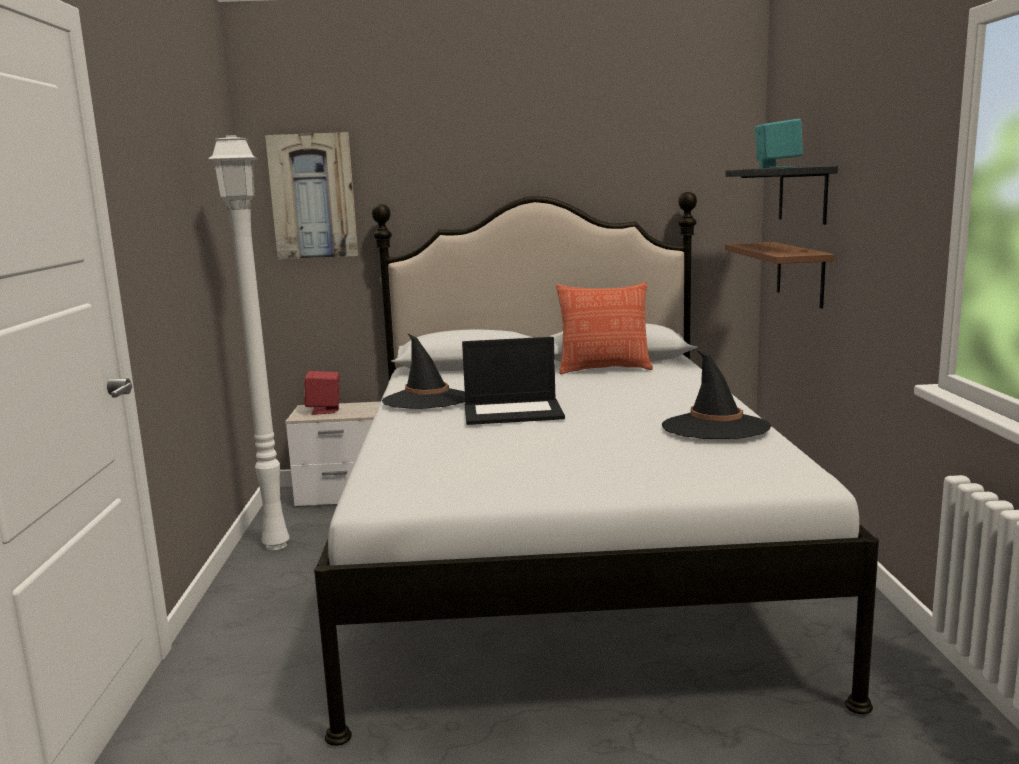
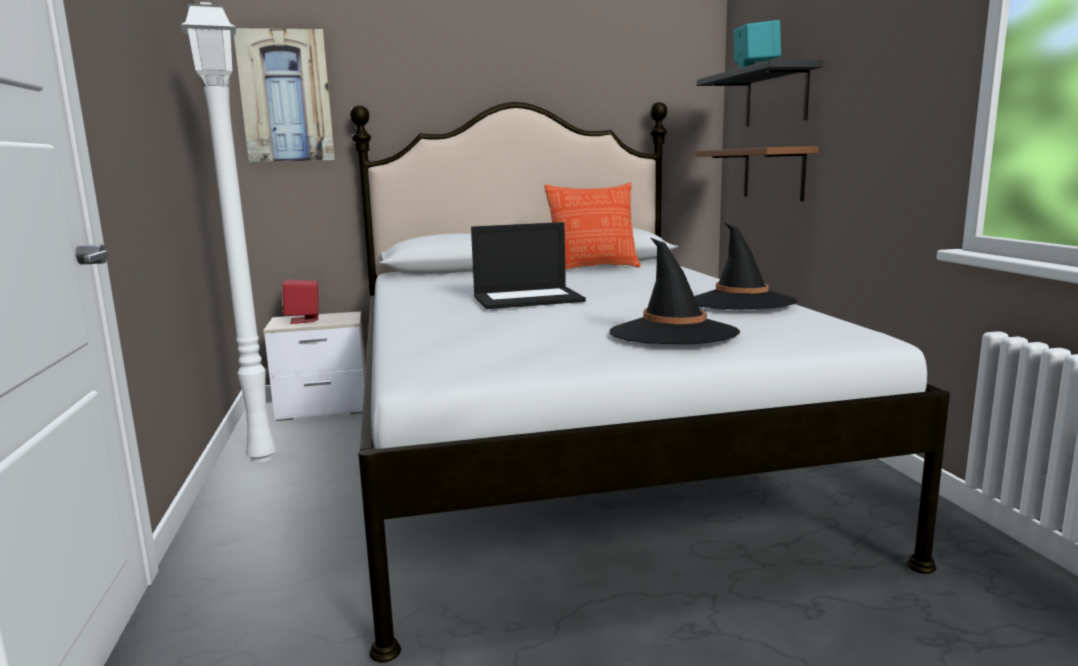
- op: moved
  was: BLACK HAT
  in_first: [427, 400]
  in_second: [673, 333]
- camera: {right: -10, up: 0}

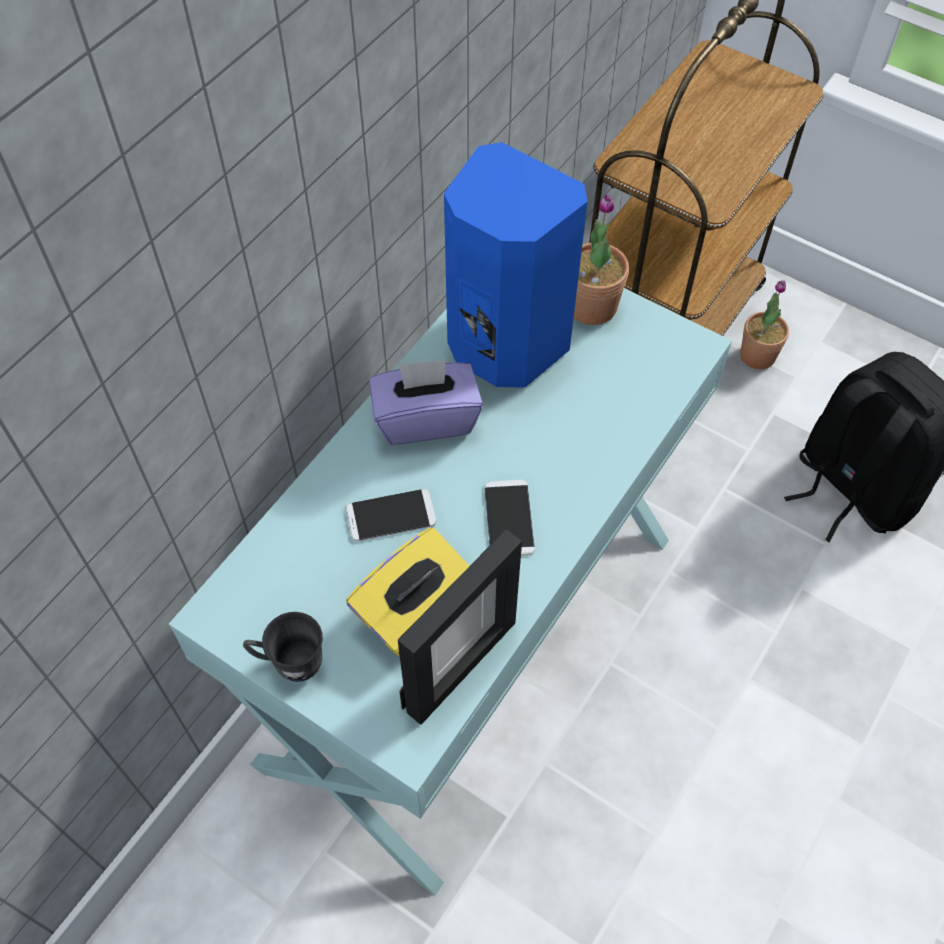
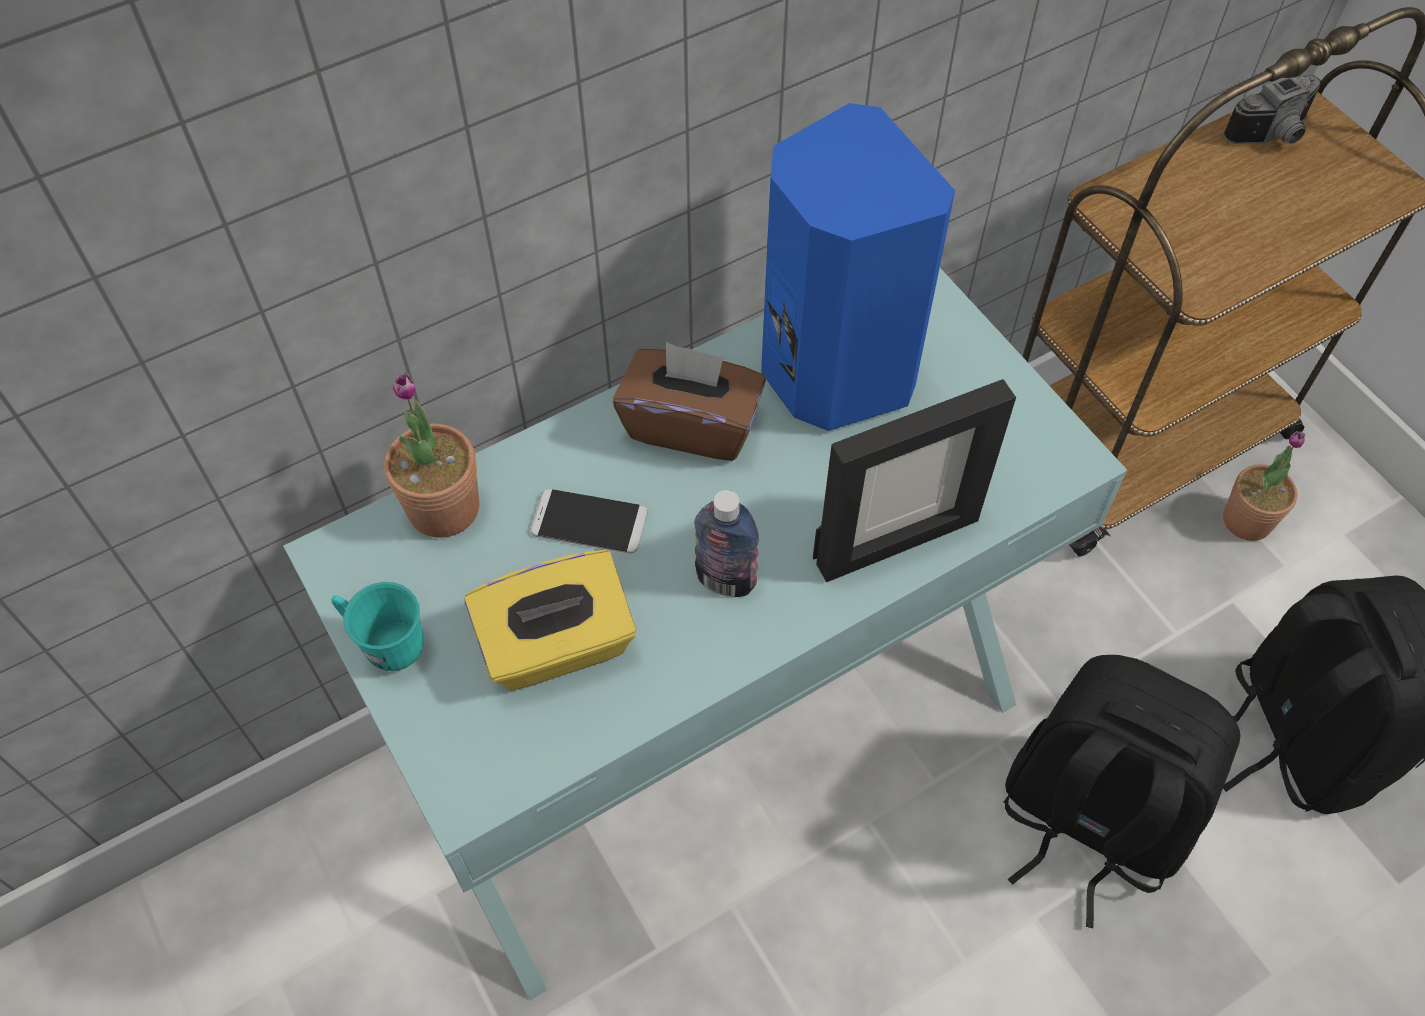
- op: recoloured
  was: GREY MUG
  now: TURQUOISE MUG
  in_first: [289, 663]
  in_second: [385, 645]
- op: recoloured
  was: PURPLE TISSUE BOX
  now: BROWN TISSUE BOX
  in_first: [426, 419]
  in_second: [691, 425]
- op: moved
  was: PICTURE FRAME
  in_first: [459, 665]
  in_second: [896, 539]
- op: replaced
  was: PHONE
  now: BOTTLE
  in_first: [509, 518]
  in_second: [725, 580]
- op: moved
  was: POTTED PLANT
  in_first: [592, 306]
  in_second: [443, 508]
- op: added
  now: BLACK BACKPACK
  in_second: [1087, 821]
- op: added
  now: PHOTO CAMERA
  in_second: [1273, 136]
- camera: {right: 25, up: 0}

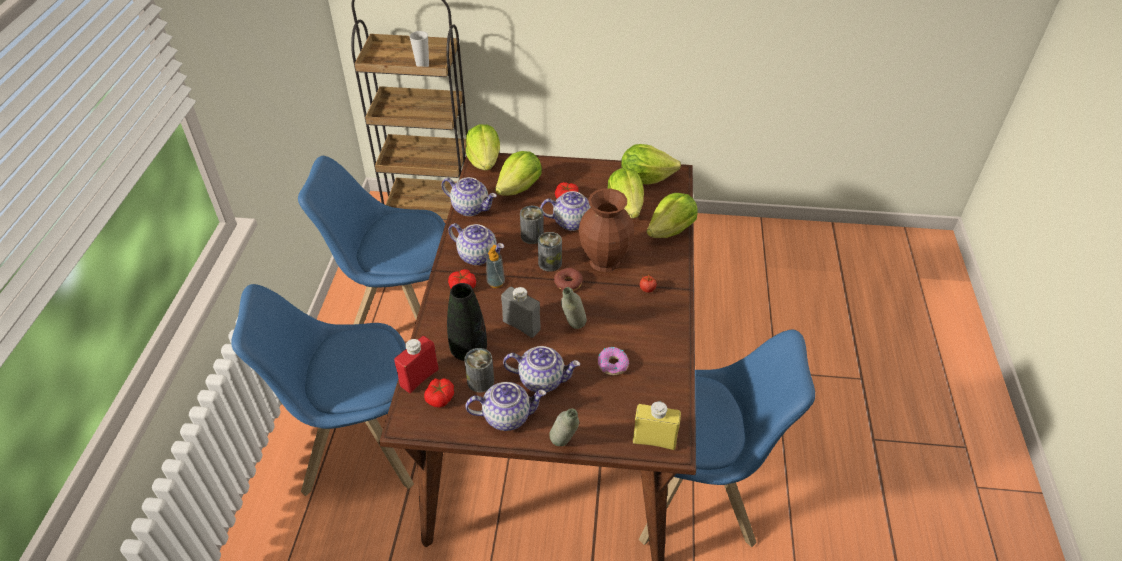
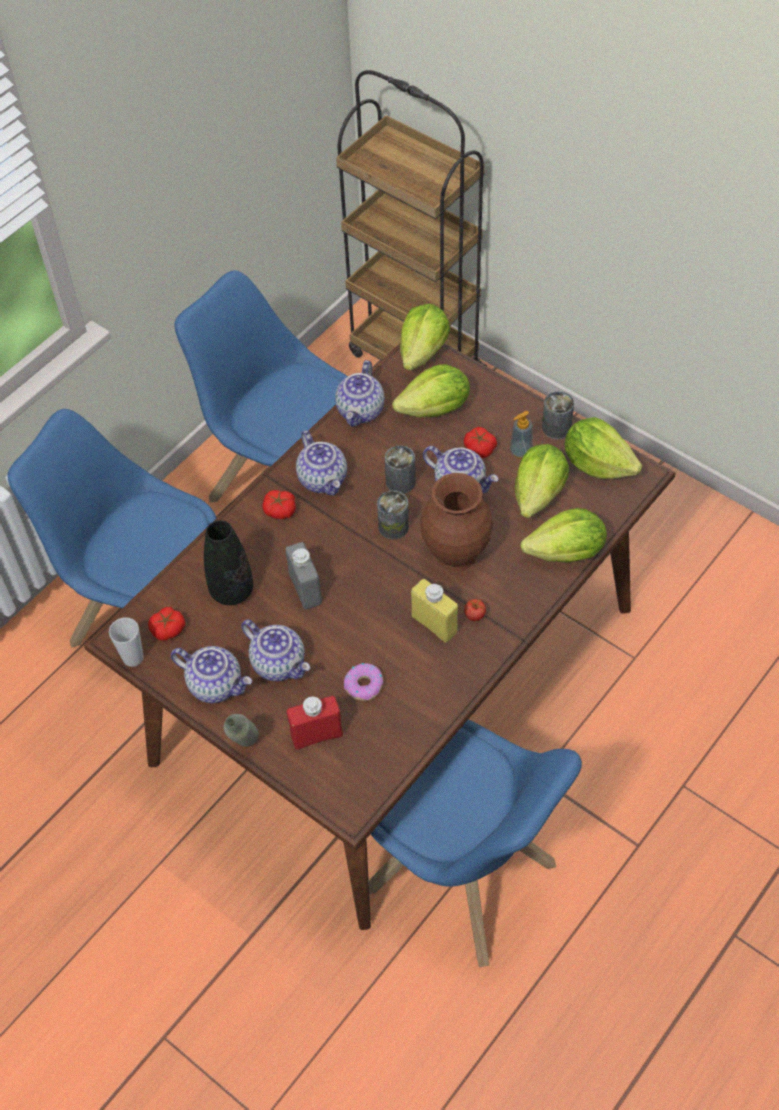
- op: moved
  was: RED BOTTLE
  in_first: [419, 377]
  in_second: [316, 735]
- op: moved
  was: CUP
  in_first: [422, 65]
  in_second: [133, 658]
- op: turned
  was: TEAPOT
  in_first: [471, 208]
  in_second: [361, 411]
  clockwise: 45
- op: moved
  was: CAN
  in_first: [480, 381]
  in_second: [556, 427]
- op: moved
  was: SOAP DISPENSER
  in_first: [495, 282]
  in_second: [520, 451]
- op: removed
  was: DONUT
  in_first: [568, 283]
- op: removed
  was: GREY BOTTLE
  in_first: [573, 329]
- op: moved
  was: YELLOW BOTTLE
  in_first: [654, 440]
  in_second: [434, 624]
- camera: {right: 35, up: 10}

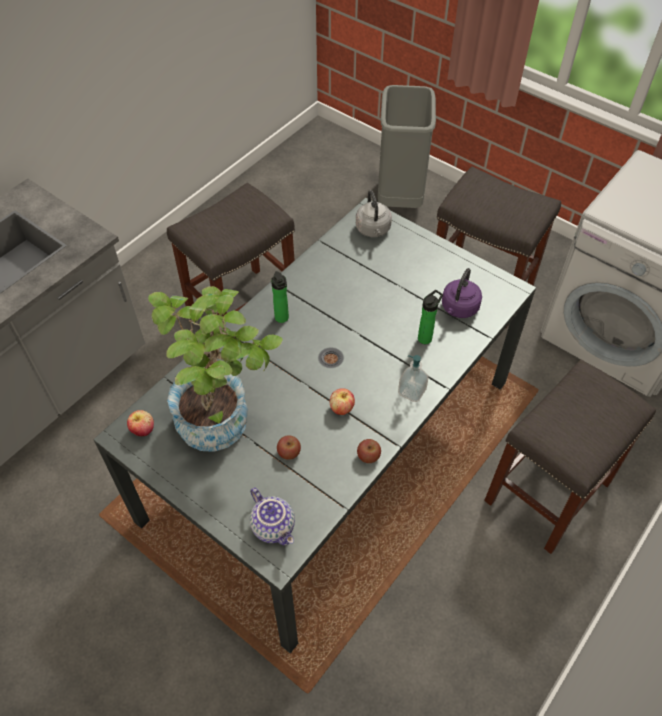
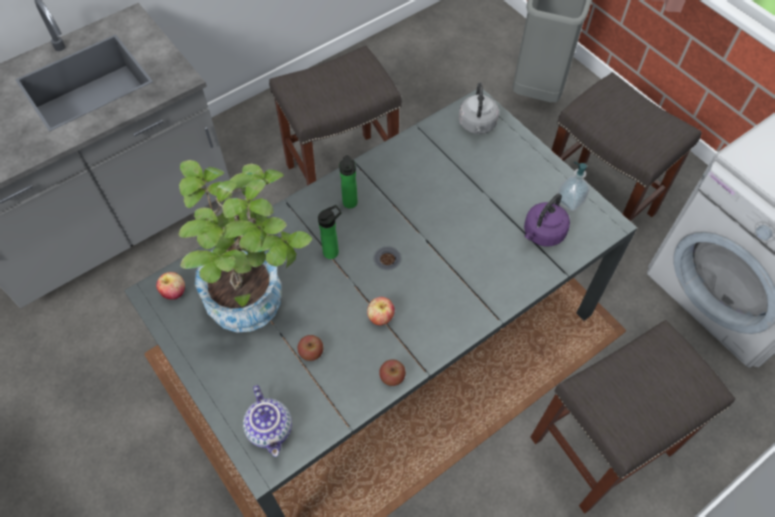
- op: moved
  was: SOAP DISPENSER
  in_first: [412, 391]
  in_second: [569, 201]
- op: moved
  was: BOTTLE
  in_first: [426, 337]
  in_second: [333, 251]
- camera: {right: 15, up: 5}

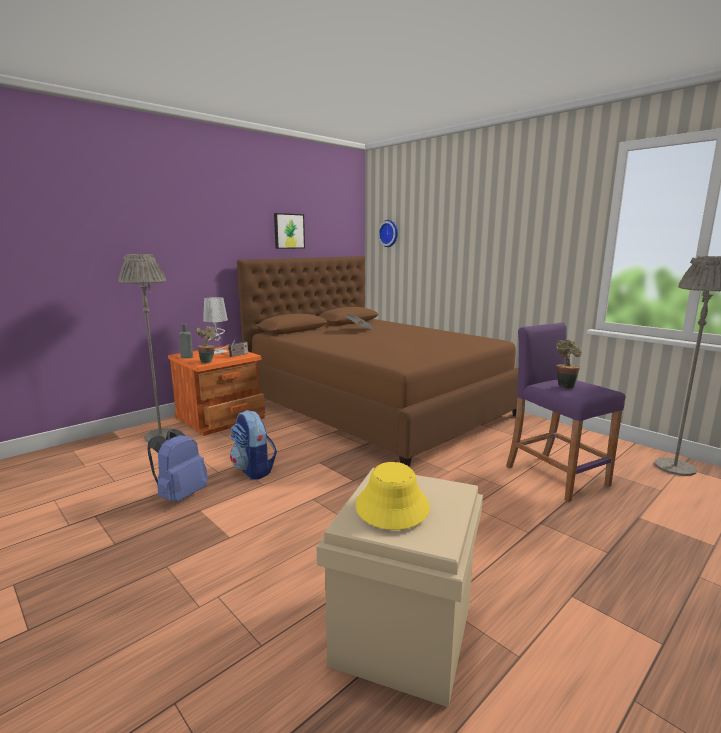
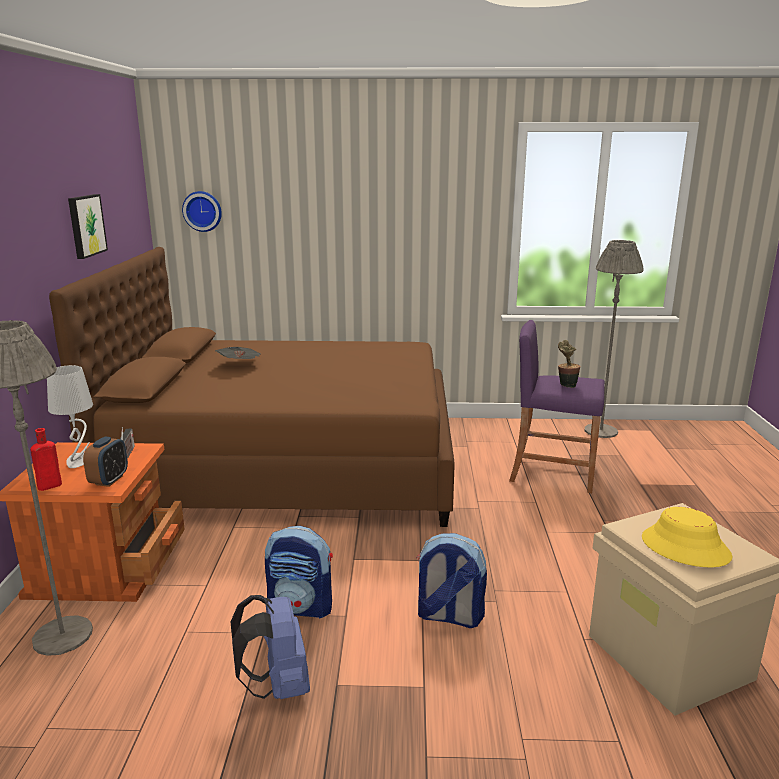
- op: recoloured
  was: GREY BOTTLE
  now: RED BOTTLE
  in_first: [186, 357]
  in_second: [48, 486]
- op: replaced
  was: POTTED PLANT
  now: ALARM CLOCK
  in_first: [208, 361]
  in_second: [109, 480]
- op: added
  now: BACKPACK
  in_second: [448, 616]
- camera: {right: -45, up: 5}

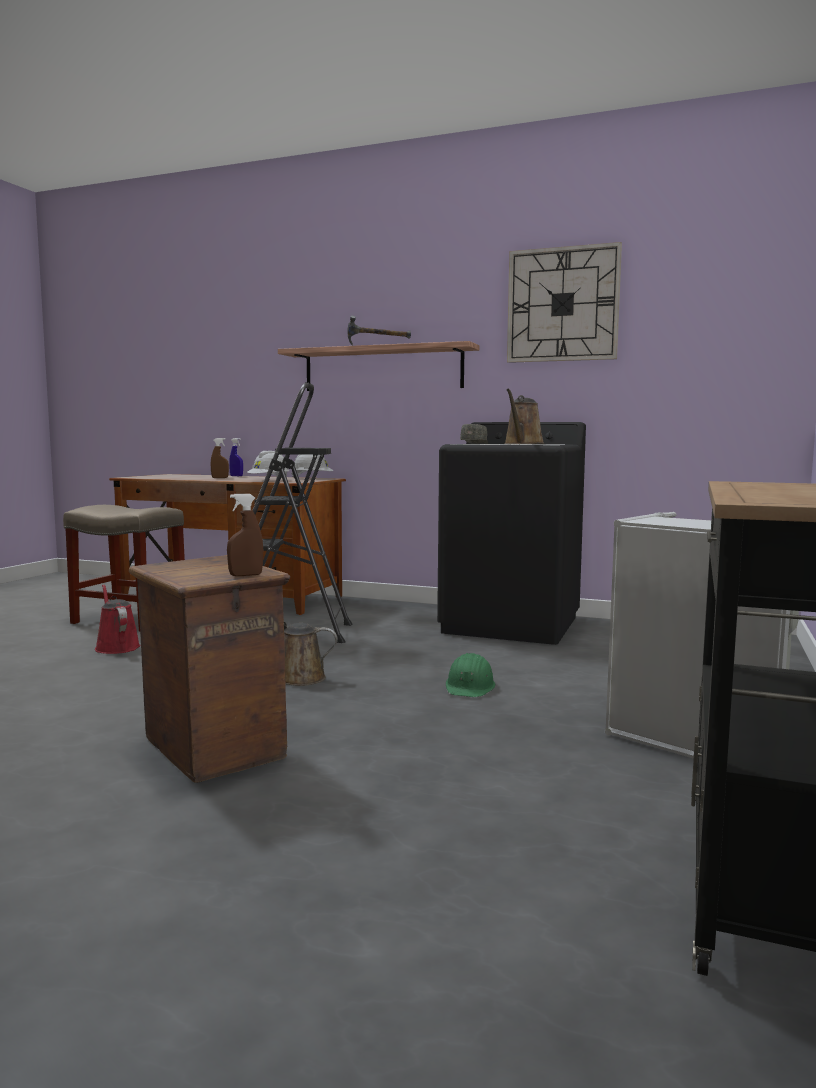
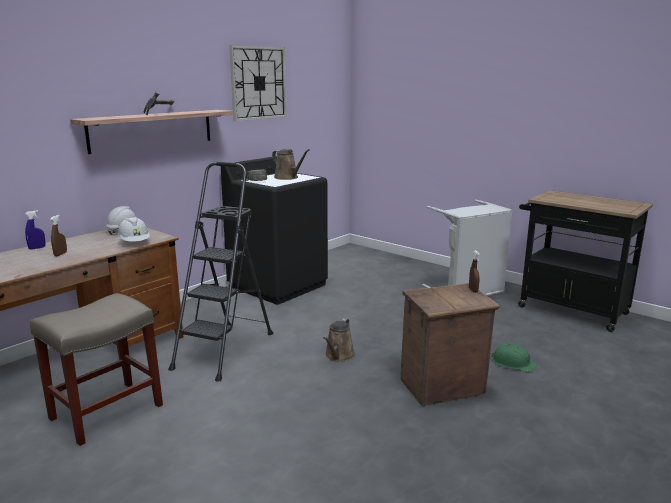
- op: removed
  was: RED WATERING CAN
  in_first: [116, 647]
- op: moved
  was: GREEN HARD HAT
  in_first: [470, 686]
  in_second: [513, 363]
- camera: {right: -70, up: 10}

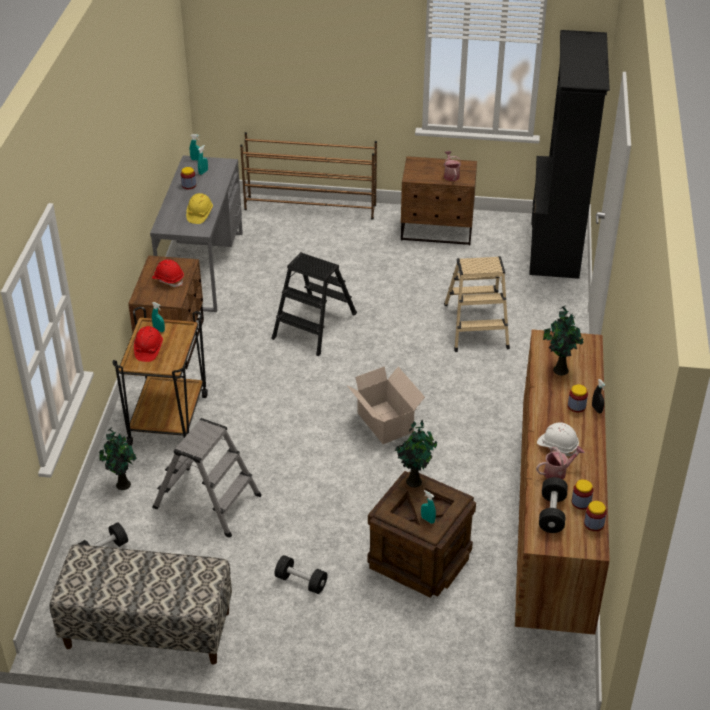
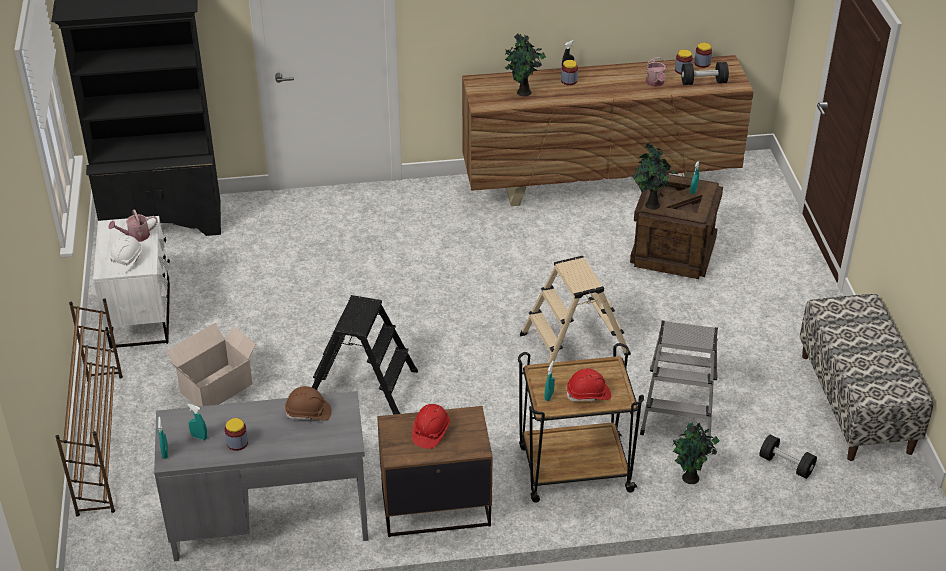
- op: recoloured
  was: YELLOW HARD HAT
  now: BROWN HARD HAT
  in_first: [199, 214]
  in_second: [308, 413]
- op: removed
  was: BLACK DUMBBELL
  in_first: [301, 582]
- op: moved
  was: CARDBOARD BOX
  in_first: [385, 424]
  in_second: [218, 387]
- op: recoloured
  was: BROWN NIGHTSTAND
  now: WHITE NIGHTSTAND
  in_first: [437, 230]
  in_second: [141, 315]
- op: moved
  was: BEIGE STEP LADDER
  in_first: [476, 325]
  in_second: [574, 344]
- op: turned
  was: WATERING CAN
  in_first: [558, 472]
  in_second: [655, 83]
  clockwise: -150
- op: moved
  was: WHITE HARD HAT
  in_first: [557, 446]
  in_second: [126, 260]
- camera: {right: -105, up: 0}

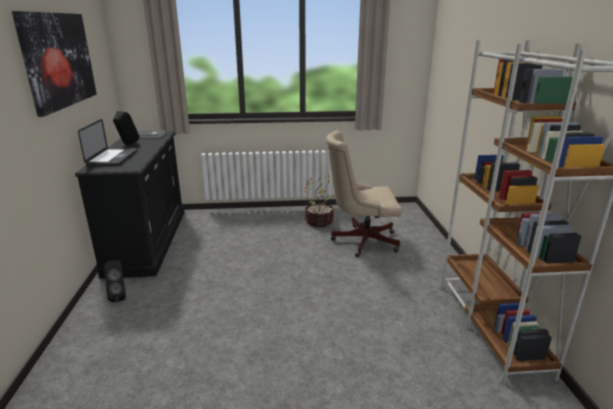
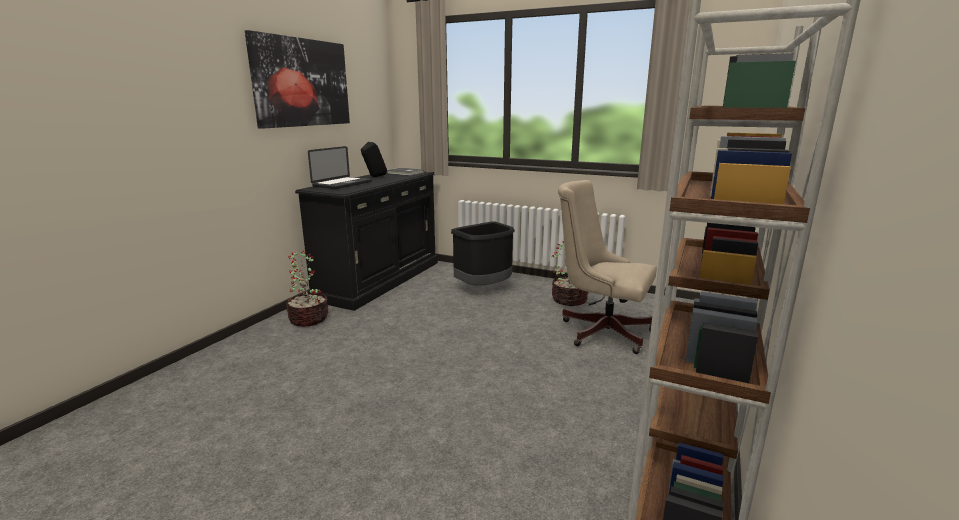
- op: replaced
  was: BLACK SPEAKER
  now: POTTED PLANT
  in_first: [119, 296]
  in_second: [308, 319]
- op: added
  now: BLACK TRASH CAN
  in_second: [484, 288]
- camera: {right: 30, up: -5}

